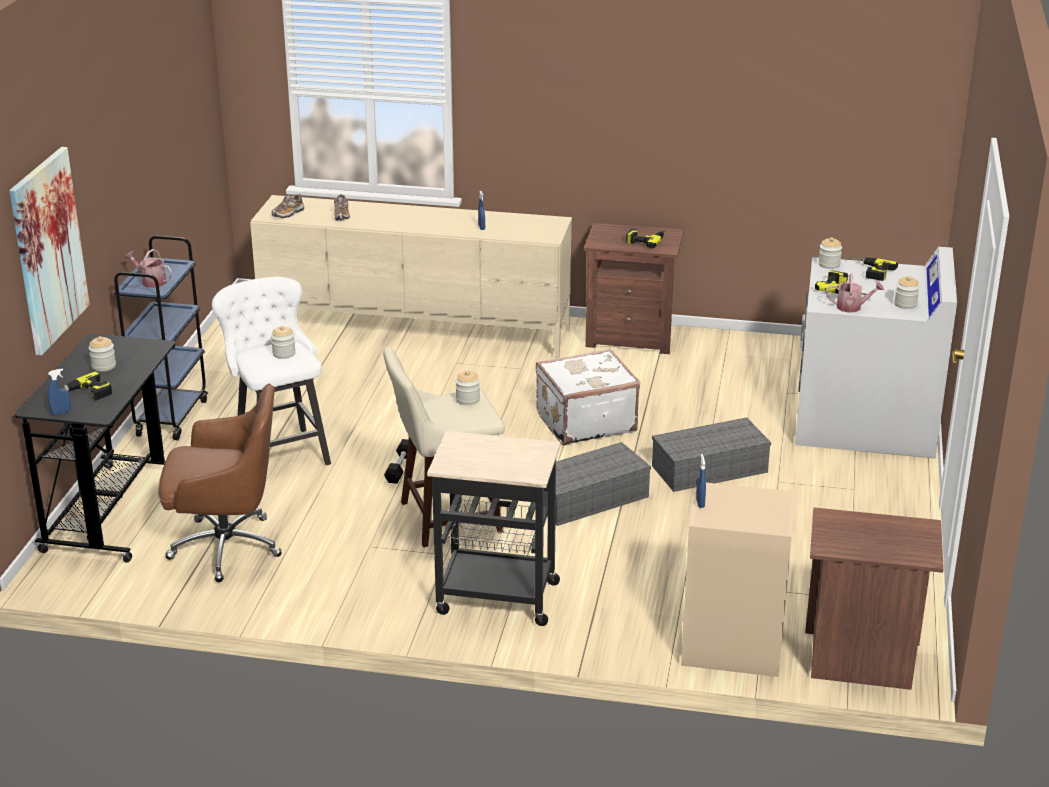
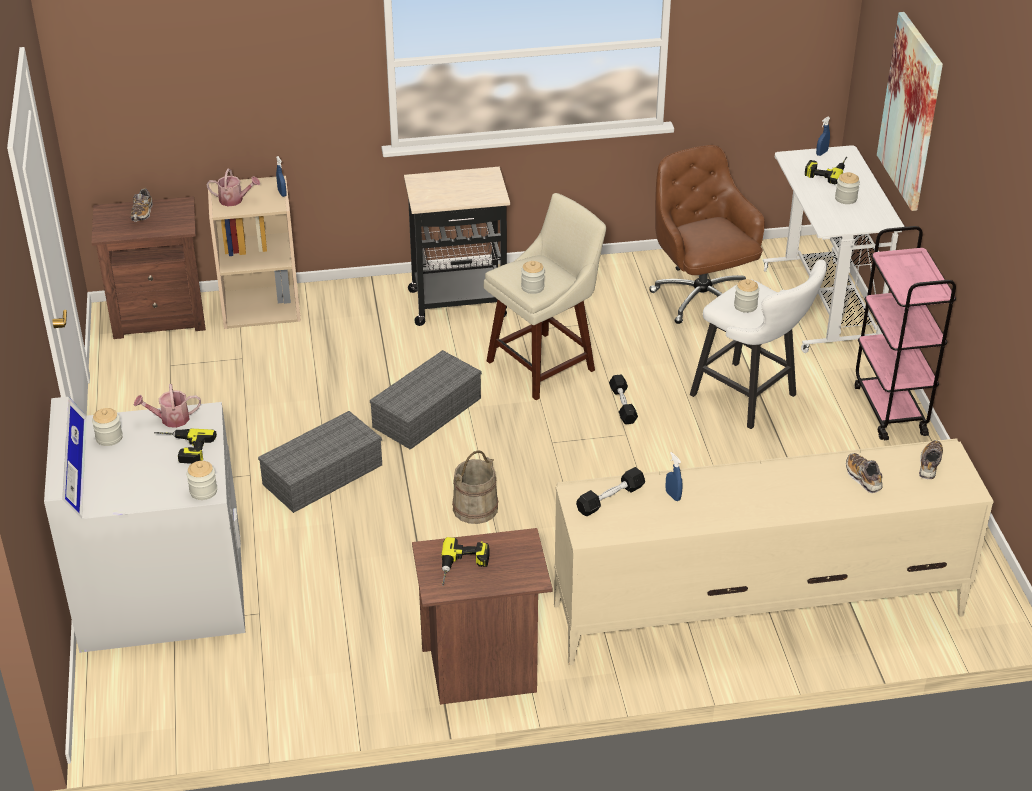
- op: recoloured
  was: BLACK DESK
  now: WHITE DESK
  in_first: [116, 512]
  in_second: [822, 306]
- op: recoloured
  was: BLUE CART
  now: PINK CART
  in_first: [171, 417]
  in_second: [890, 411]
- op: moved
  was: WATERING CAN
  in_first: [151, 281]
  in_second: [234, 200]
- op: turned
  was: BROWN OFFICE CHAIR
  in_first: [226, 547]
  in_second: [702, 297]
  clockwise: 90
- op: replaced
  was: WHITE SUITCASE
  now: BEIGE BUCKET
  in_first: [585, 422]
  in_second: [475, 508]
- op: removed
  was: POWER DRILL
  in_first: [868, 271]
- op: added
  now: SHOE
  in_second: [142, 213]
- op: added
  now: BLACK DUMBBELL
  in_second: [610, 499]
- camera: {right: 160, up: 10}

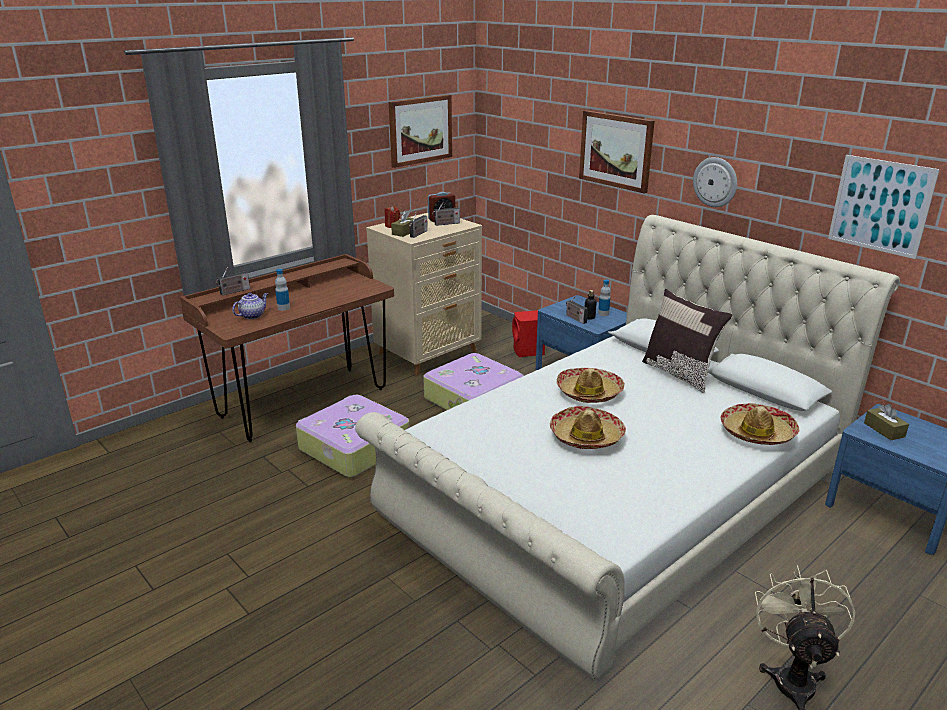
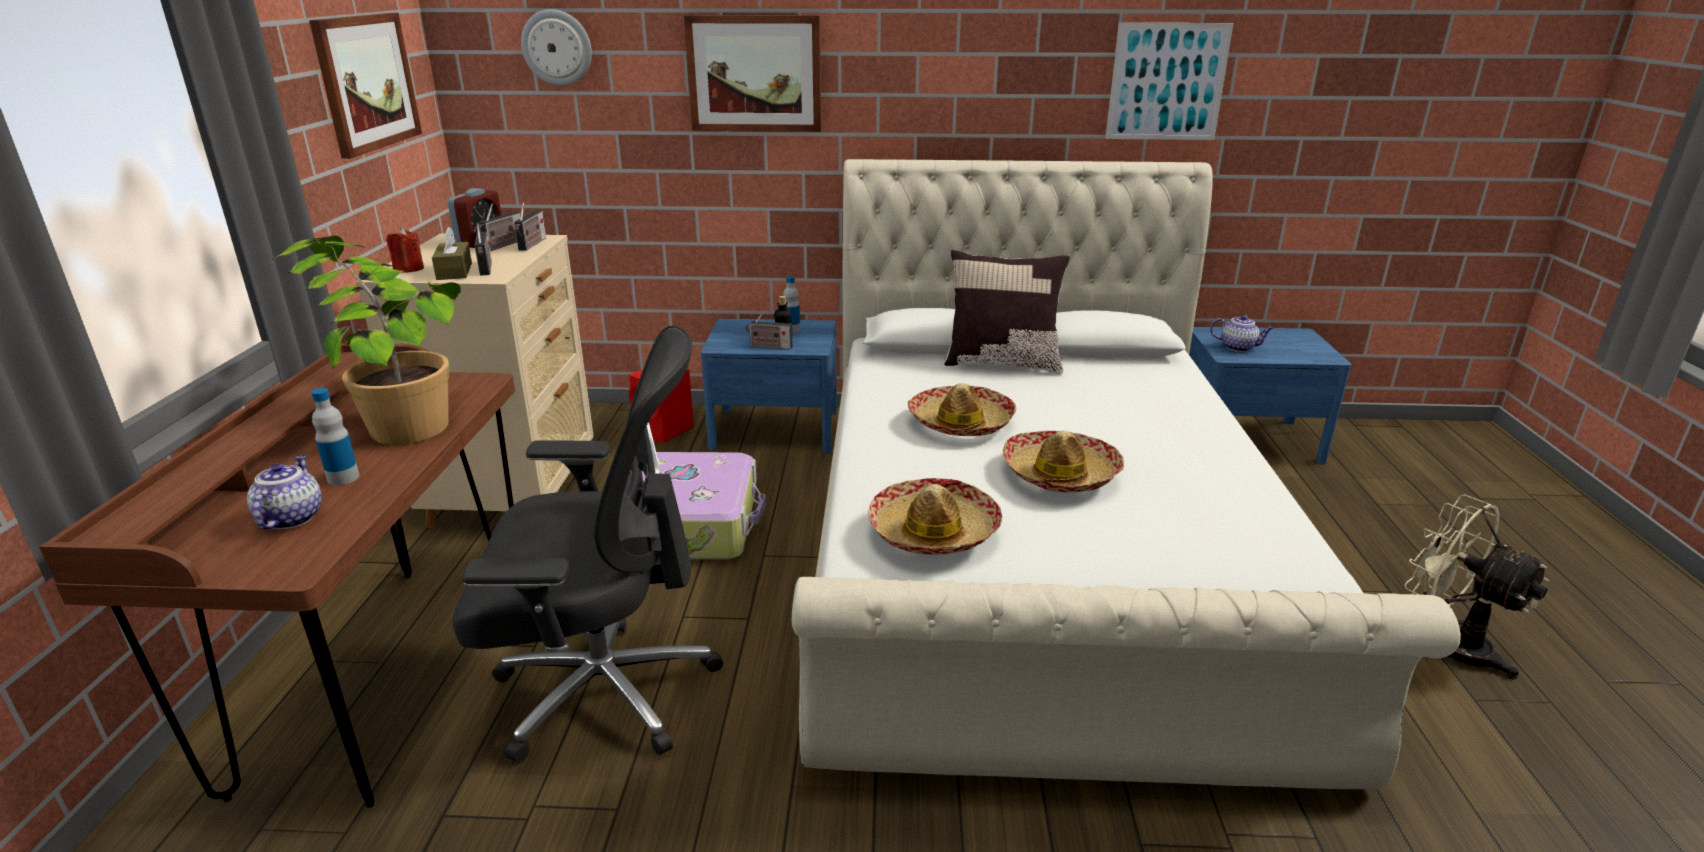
- op: moved
  was: RADIO
  in_first: [234, 292]
  in_second: [532, 244]
- op: replaced
  was: SUITCASE
  now: OFFICE CHAIR
  in_first: [353, 447]
  in_second: [601, 694]
- op: moved
  was: WALL CLOCK
  in_first: [715, 182]
  in_second: [557, 47]
- op: moved
  was: HAT
  in_first: [757, 432]
  in_second: [933, 531]
- op: replaced
  was: BROWN TISSUE BOX
  now: TEAPOT
  in_first: [884, 430]
  in_second: [1238, 347]
- op: added
  now: POTTED PLANT
  in_second: [396, 416]
- camera: {right: -45, up: 0}

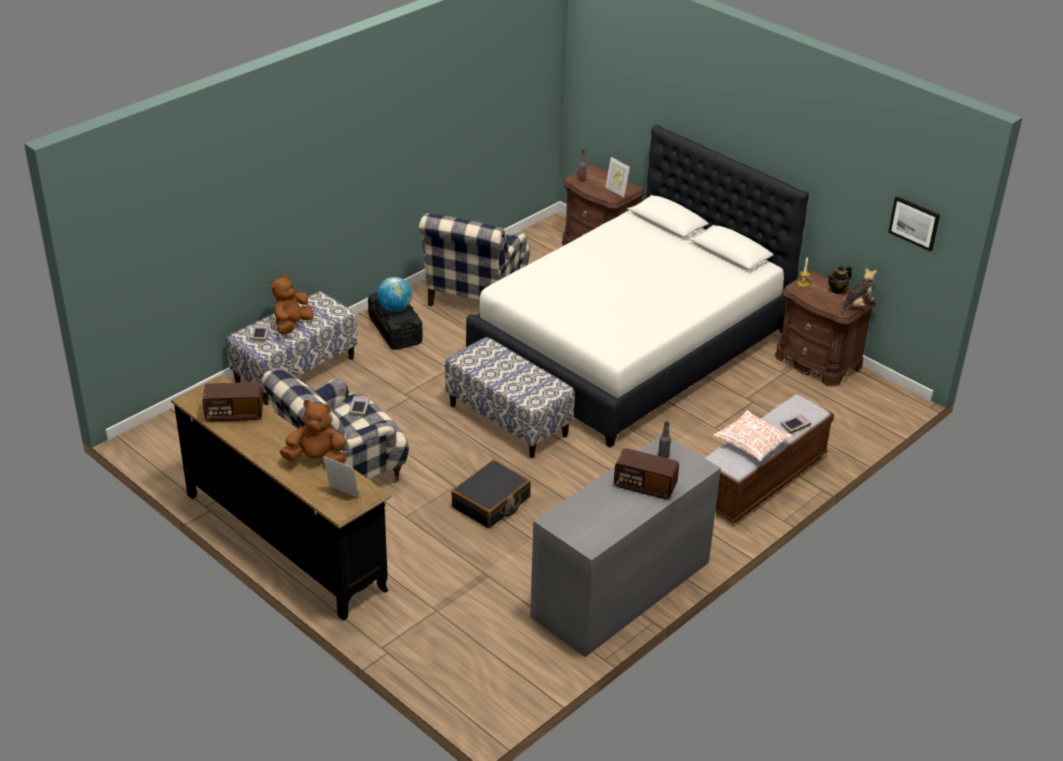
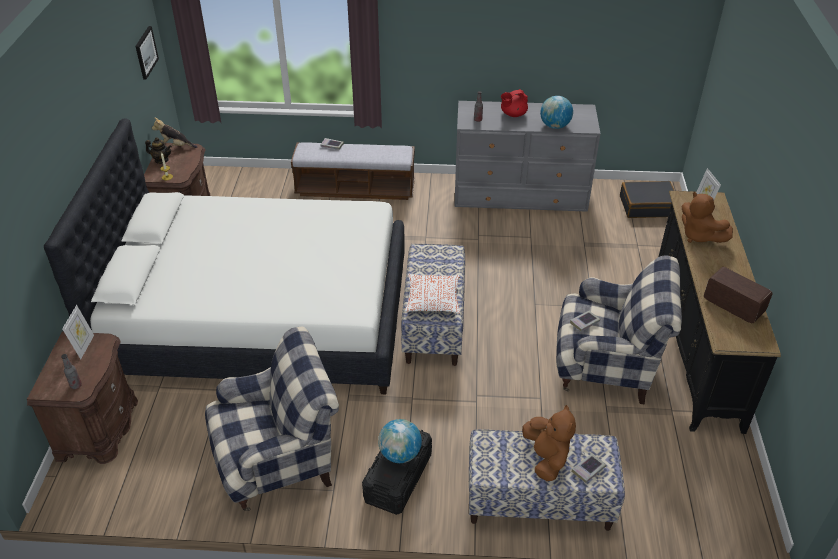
- op: turned
  was: BROWN PLUSH TOY
  in_first: [292, 325]
  in_second: [546, 458]
  clockwise: -90
- op: moved
  was: BLACK SUITCASE
  in_first: [491, 503]
  in_second: [647, 206]
- op: replaced
  was: RADIO
  now: RED TEAPOT
  in_first: [645, 486]
  in_second: [513, 114]
- op: moved
  was: WHITE PILLOW
  in_first: [752, 443]
  in_second: [433, 300]
- op: added
  now: GLOBE
  in_second: [554, 126]
- camera: {right: -130, up: 5}

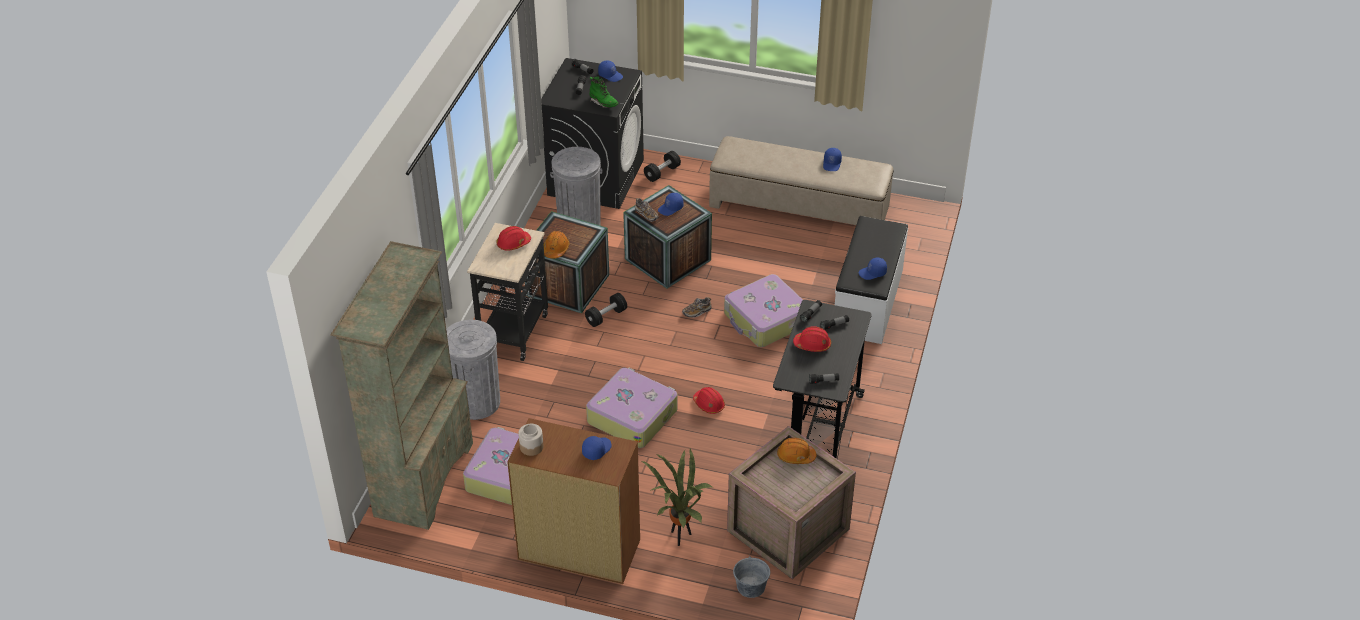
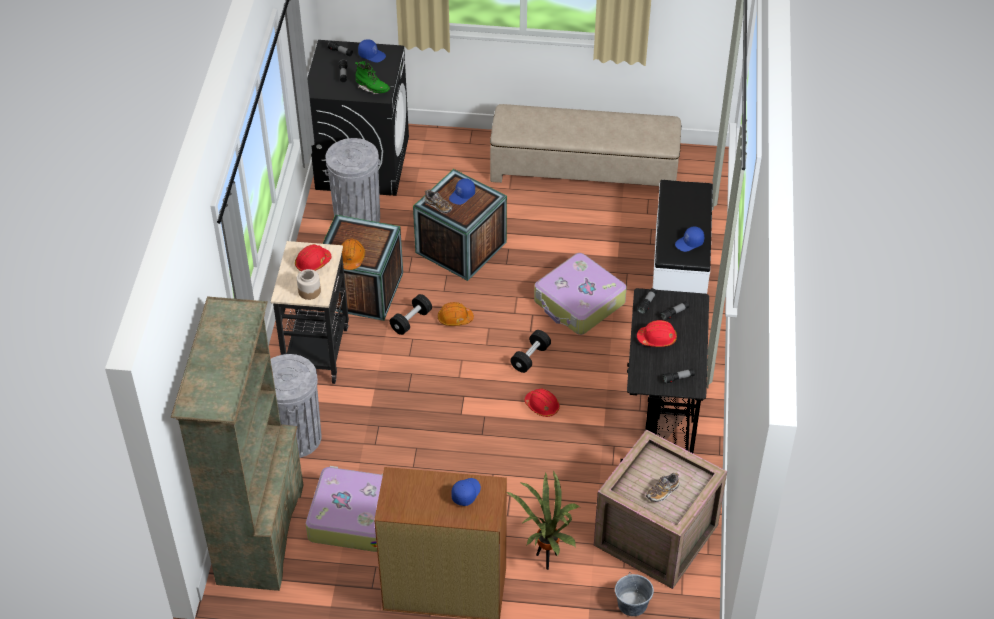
- op: moved
  was: JAR
  in_first: [531, 447]
  in_second: [309, 291]
- op: removed
  was: SUITCASE
  in_first: [632, 415]
- op: moved
  was: BLACK DUMBBELL
  in_first: [662, 173]
  in_second: [530, 357]
- op: moved
  was: SHOE
  in_first: [697, 312]
  in_second: [662, 492]
- op: moved
  was: ORANGE HARD HAT
  in_first: [795, 456]
  in_second: [455, 318]
- op: removed
  was: BLUE CAP
  in_first: [832, 164]
- camera: {right: -10, up: 5}

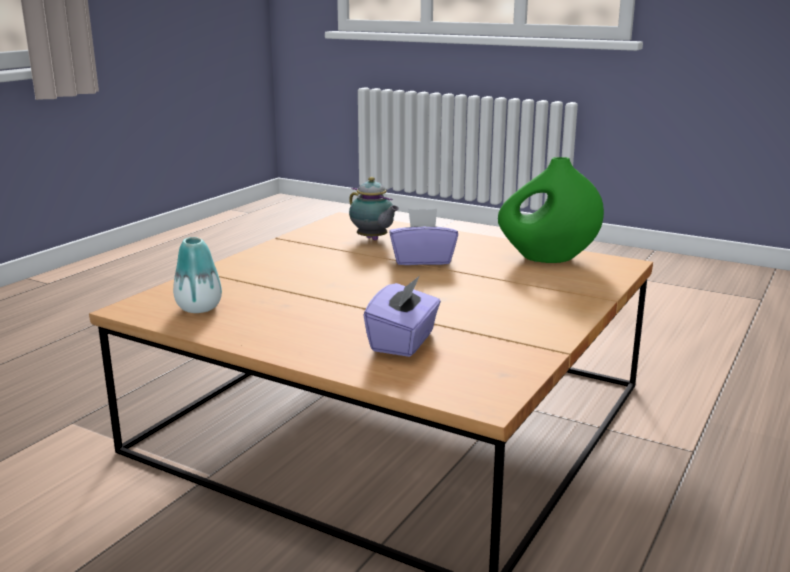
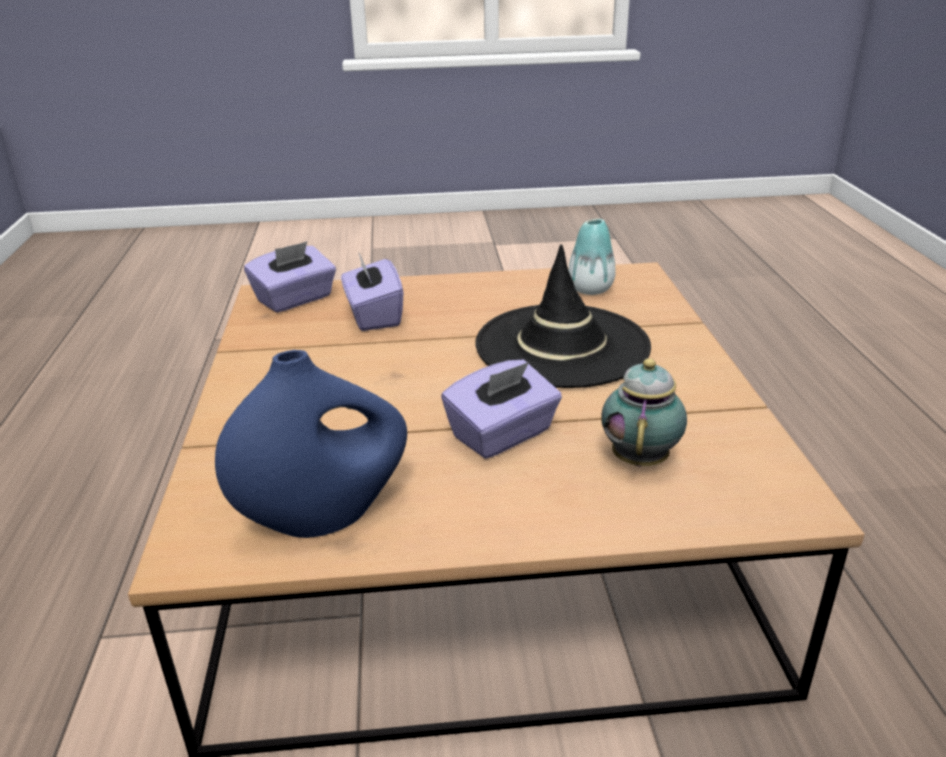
- op: turned
  was: TEAPOT
  in_first: [373, 239]
  in_second: [640, 458]
  clockwise: 90
- op: recoloured
  was: GREEN VASE
  now: BLUE VASE
  in_first: [547, 258]
  in_second: [325, 516]
- op: added
  now: PURPLE TISSUE BOX
  in_second: [295, 299]
- op: added
  now: BLACK HAT
  in_second: [562, 346]
- camera: {right: 145, up: 10}

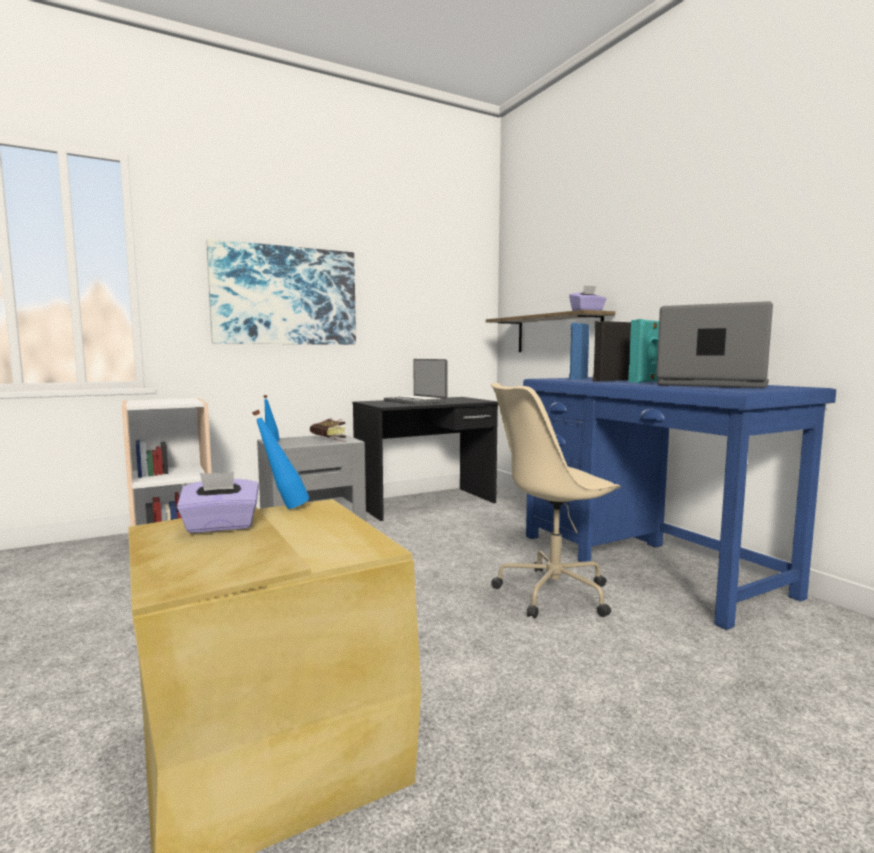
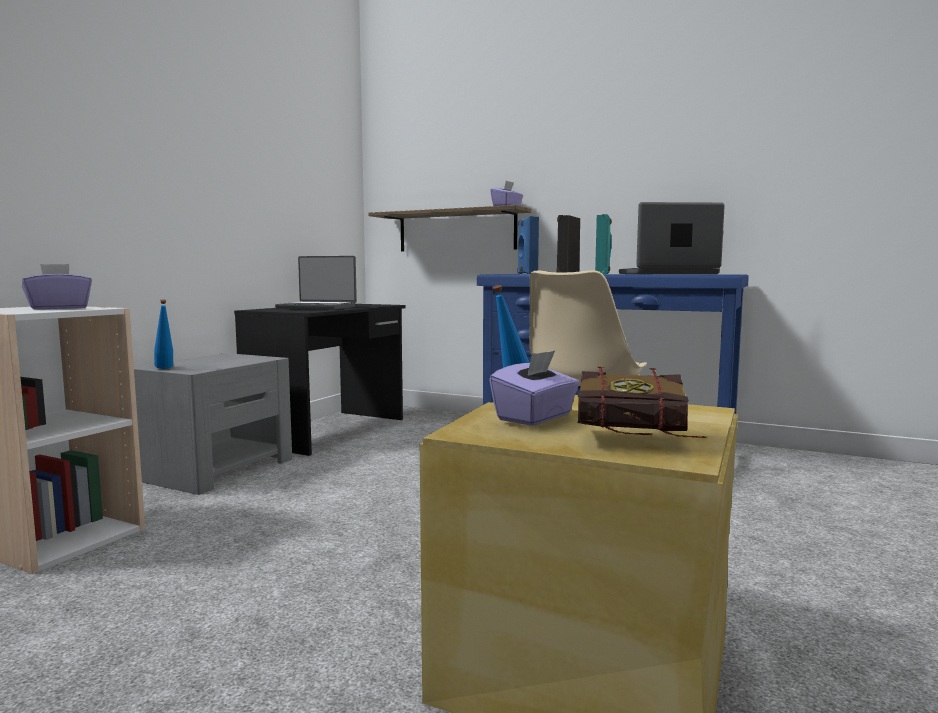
- op: removed
  was: PICTURE
  in_first: [285, 296]
- op: moved
  was: BOOK
  in_first: [330, 440]
  in_second: [642, 440]
- op: added
  now: PURPLE TISSUE BOX
  in_second: [58, 308]
- camera: {right: -35, up: 0}

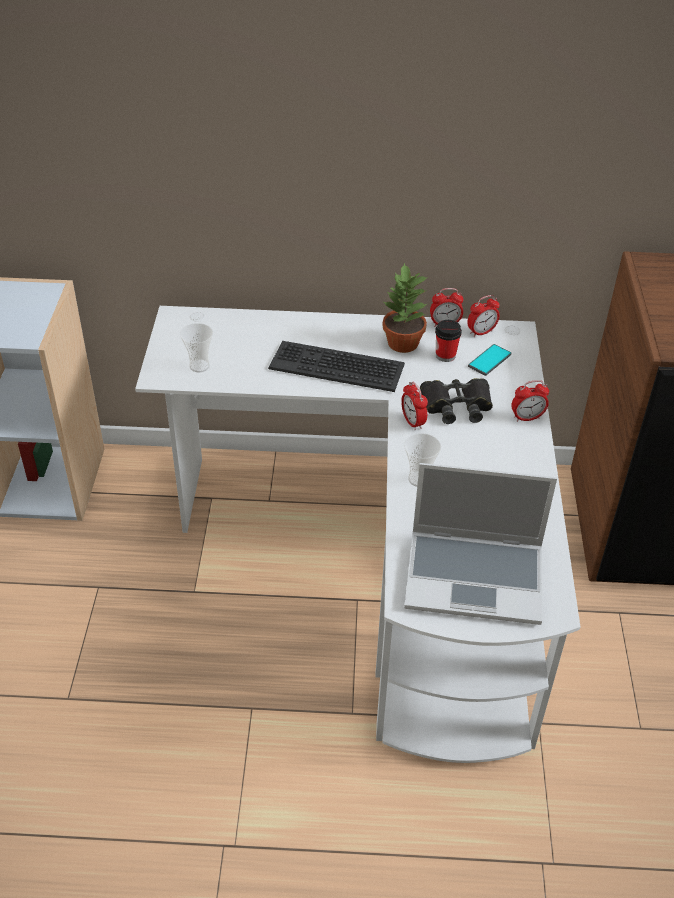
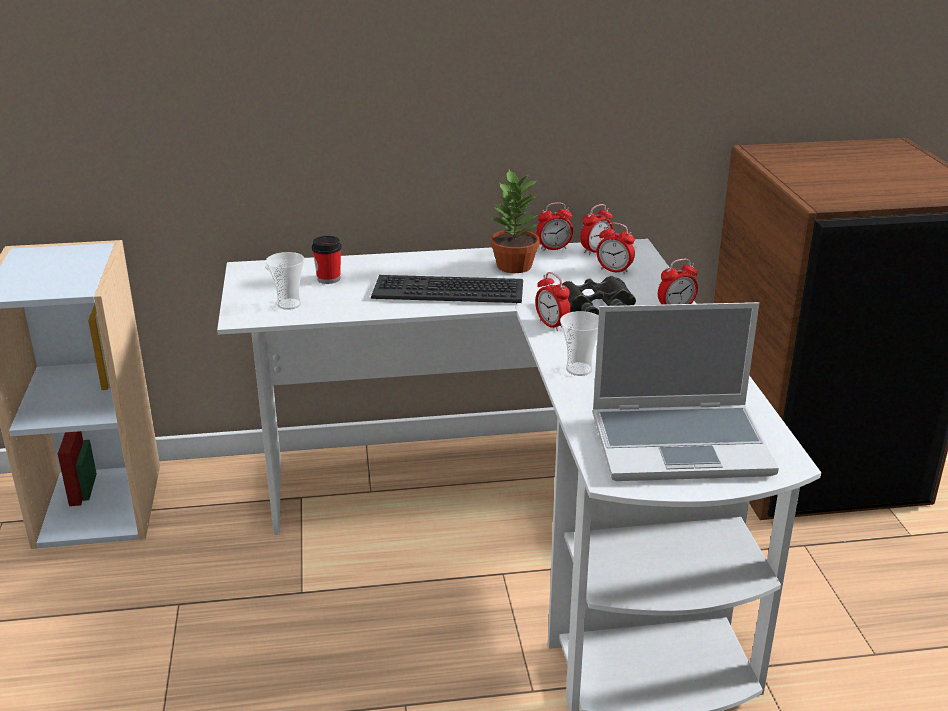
- op: moved
  was: CUP
  in_first: [445, 355]
  in_second: [328, 279]
- op: replaced
  was: PHONE
  now: ALARM CLOCK
  in_first: [489, 360]
  in_second: [614, 270]
- camera: {right: -10, up: -15}

